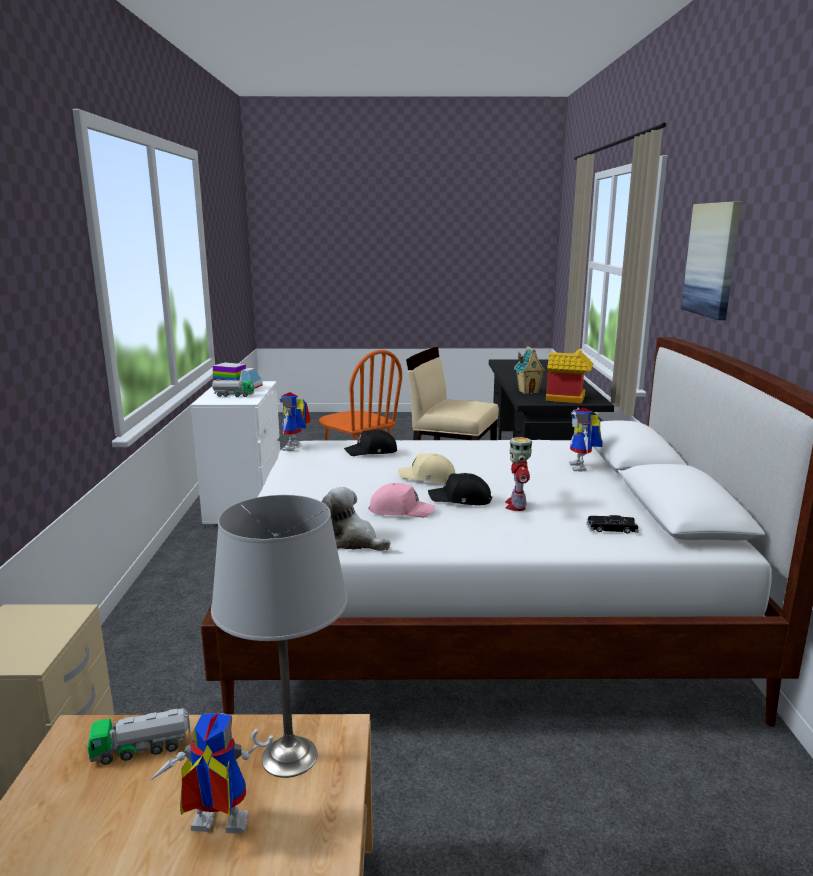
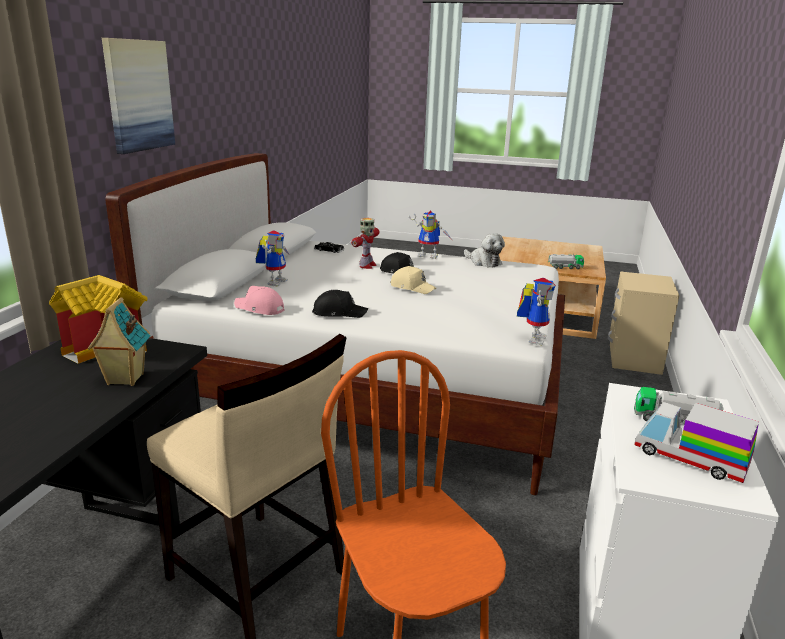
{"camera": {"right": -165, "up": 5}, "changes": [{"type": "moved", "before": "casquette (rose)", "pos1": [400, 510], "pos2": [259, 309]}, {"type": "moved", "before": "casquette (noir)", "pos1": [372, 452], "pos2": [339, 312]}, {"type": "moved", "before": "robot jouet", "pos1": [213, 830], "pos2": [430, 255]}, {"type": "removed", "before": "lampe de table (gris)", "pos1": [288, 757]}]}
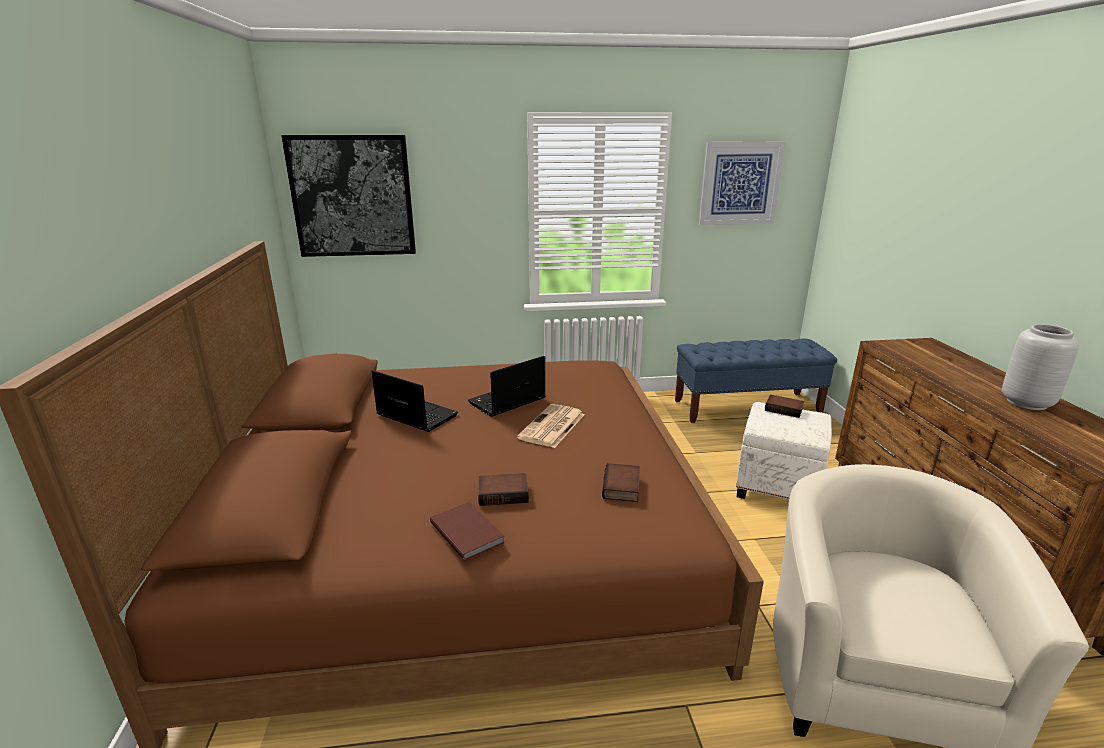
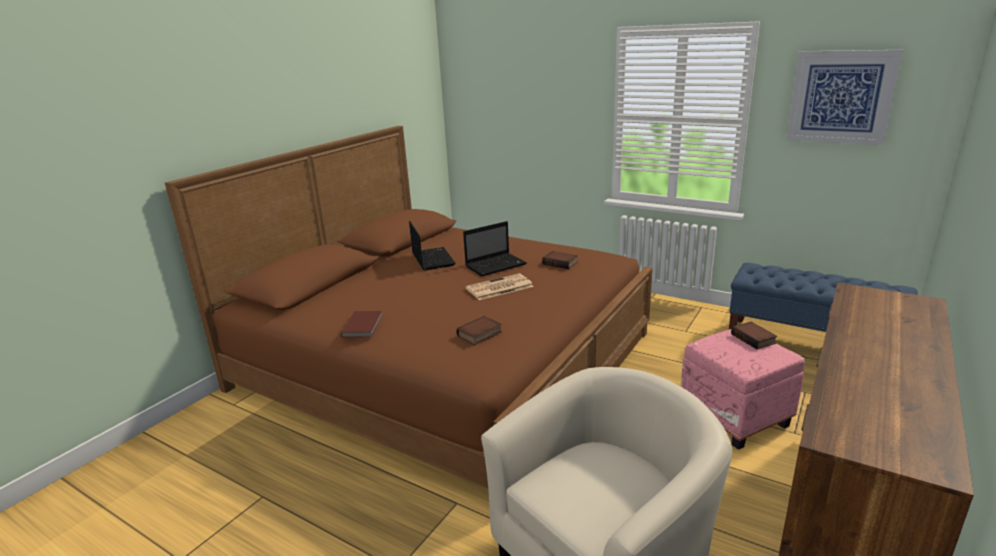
{"camera": {"right": 40, "up": 0}, "changes": [{"type": "turned", "before": "ordinateur portable", "pos1": [506, 402], "pos2": [496, 265], "turn": 150}, {"type": "moved", "before": "livre", "pos1": [504, 493], "pos2": [560, 263]}, {"type": "recoloured", "before": "pouf (blanc)", "after": "pouf (rose)", "pos1": [778, 487], "pos2": [736, 418]}, {"type": "removed", "before": "tableau", "pos1": [352, 196]}, {"type": "removed", "before": "vase (gris)", "pos1": [1025, 403]}]}
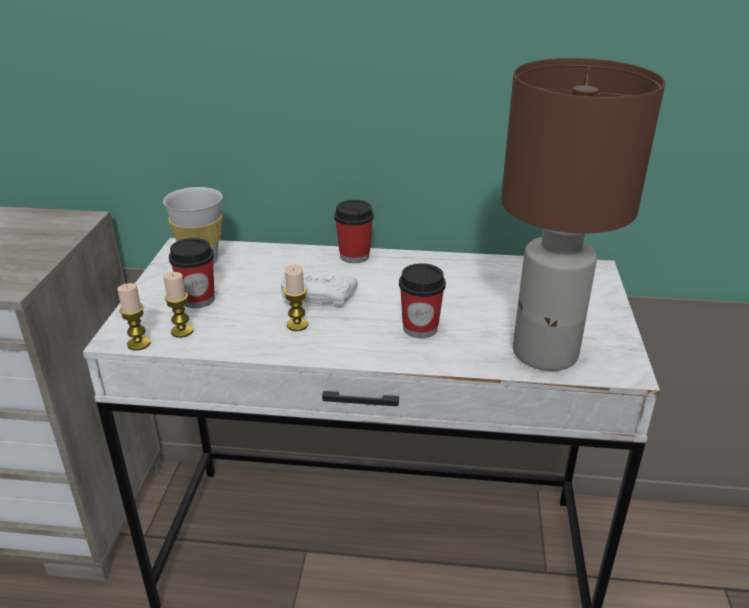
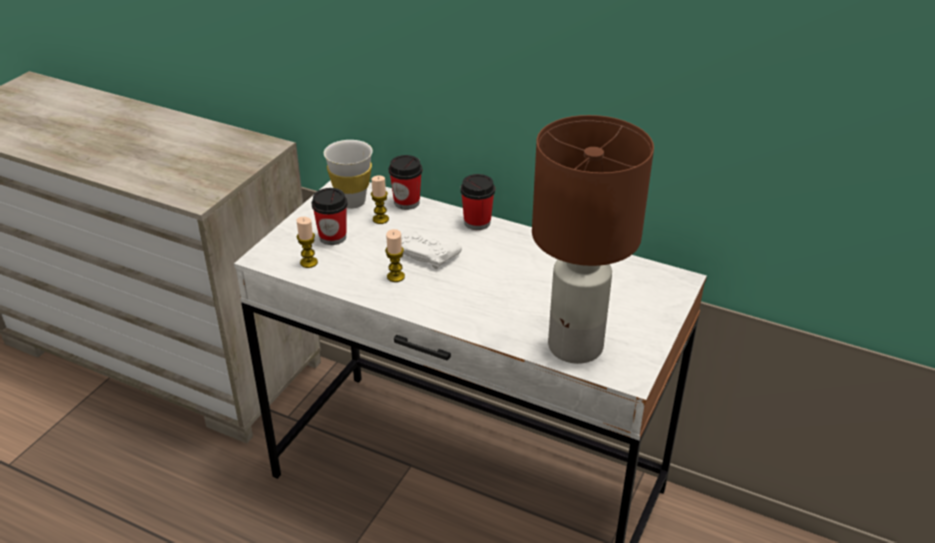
{"camera": {"right": 20, "up": 5}, "changes": [{"type": "moved", "before": "bougie", "pos1": [139, 344], "pos2": [380, 219]}, {"type": "moved", "before": "tasse", "pos1": [420, 328], "pos2": [406, 202]}]}
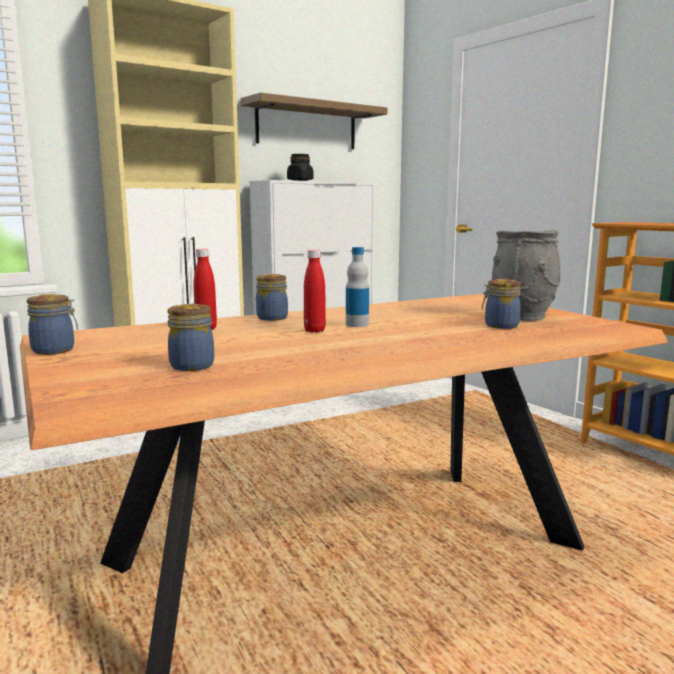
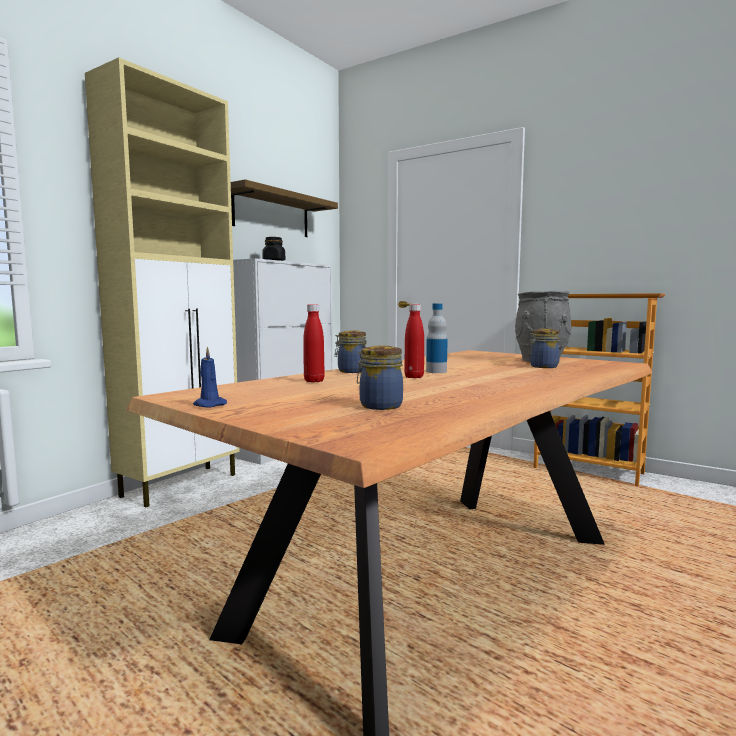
{"camera": {"right": -20, "up": -5}, "changes": [{"type": "replaced", "before": "bocal", "after": "bougie (bleu)", "pos1": [55, 350], "pos2": [208, 405]}]}
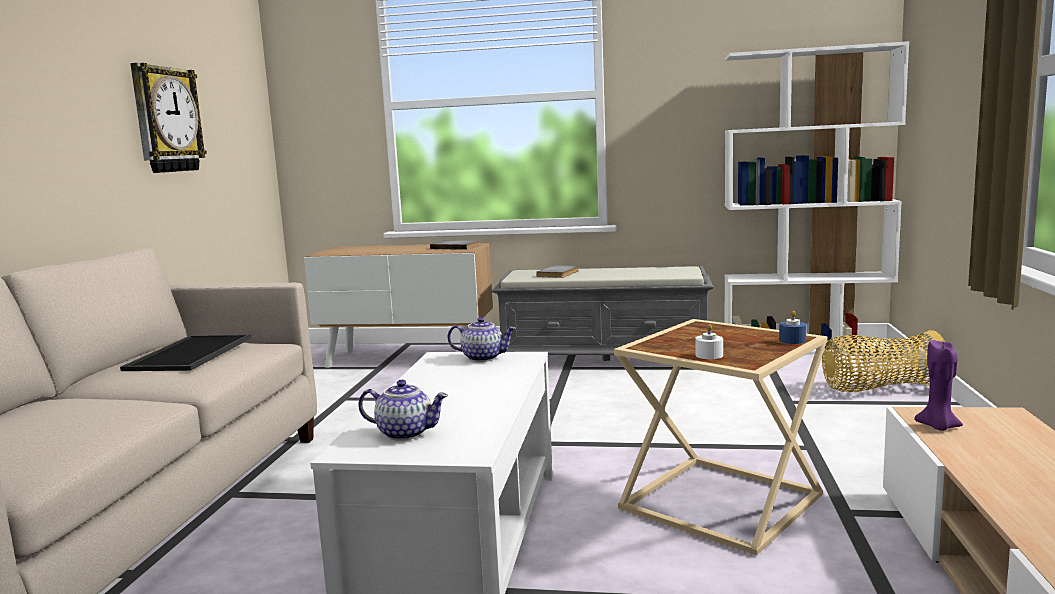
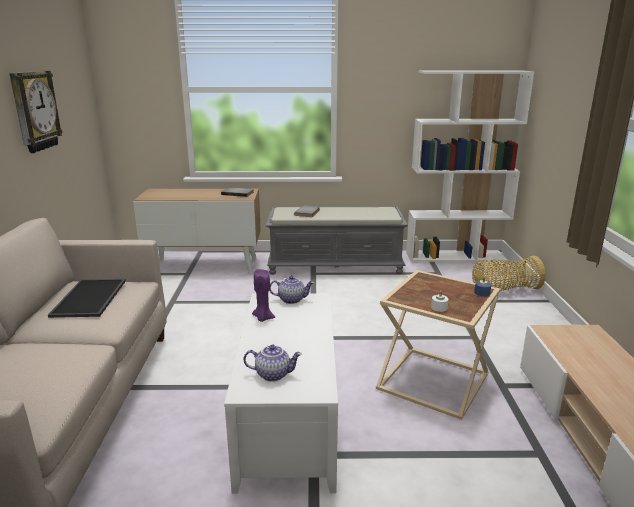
{"camera": {"right": -10, "up": 10}, "changes": [{"type": "moved", "before": "bougie (violet)", "pos1": [938, 427], "pos2": [263, 318]}]}
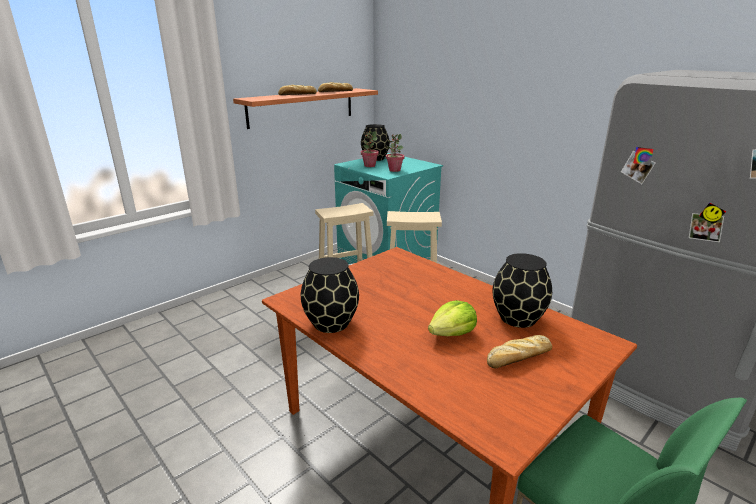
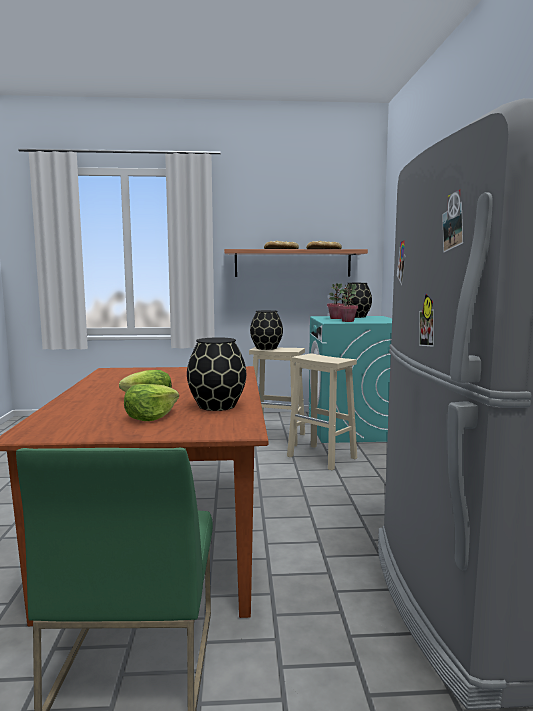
{"camera": {"right": 40, "up": -15}, "changes": [{"type": "replaced", "before": "pain", "after": "laitue", "pos1": [518, 357], "pos2": [150, 417]}, {"type": "moved", "before": "vase (noir)", "pos1": [332, 323], "pos2": [266, 348]}]}
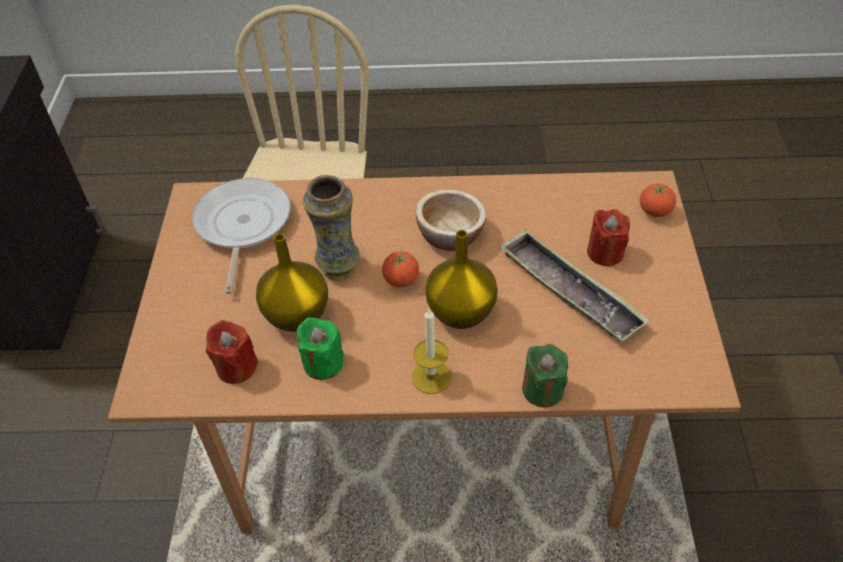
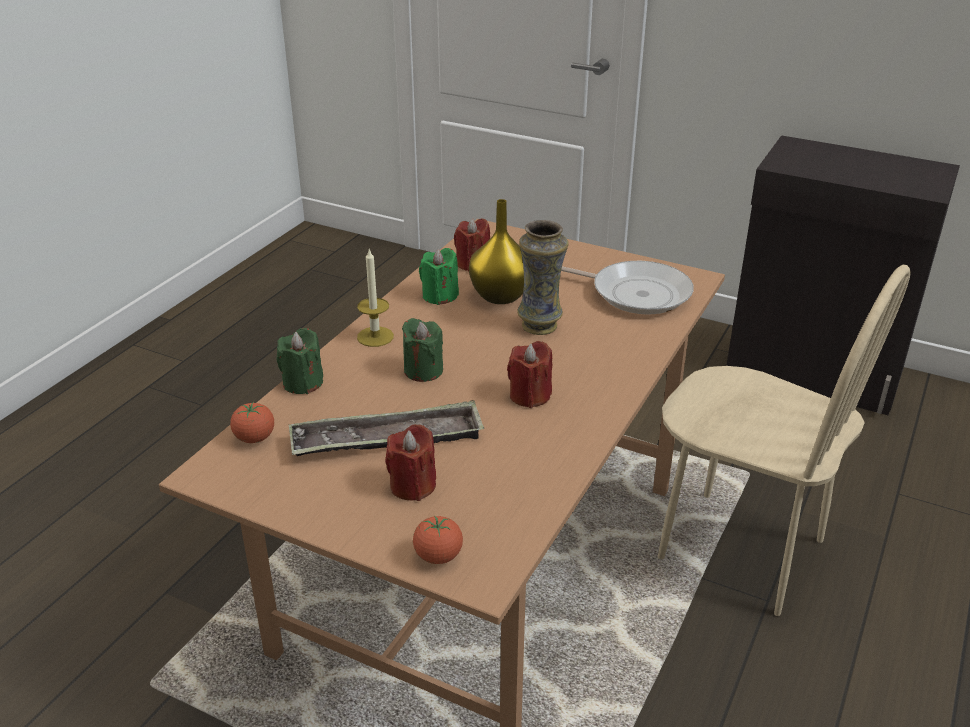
{"camera": {"right": 115, "up": -15}, "changes": [{"type": "moved", "before": "tomate", "pos1": [401, 280], "pos2": [255, 438]}, {"type": "replaced", "before": "vase (jaune)", "after": "bougie (vert)", "pos1": [462, 314], "pos2": [423, 370]}, {"type": "replaced", "before": "bol", "after": "bougie (rouge)", "pos1": [450, 234], "pos2": [530, 395]}]}
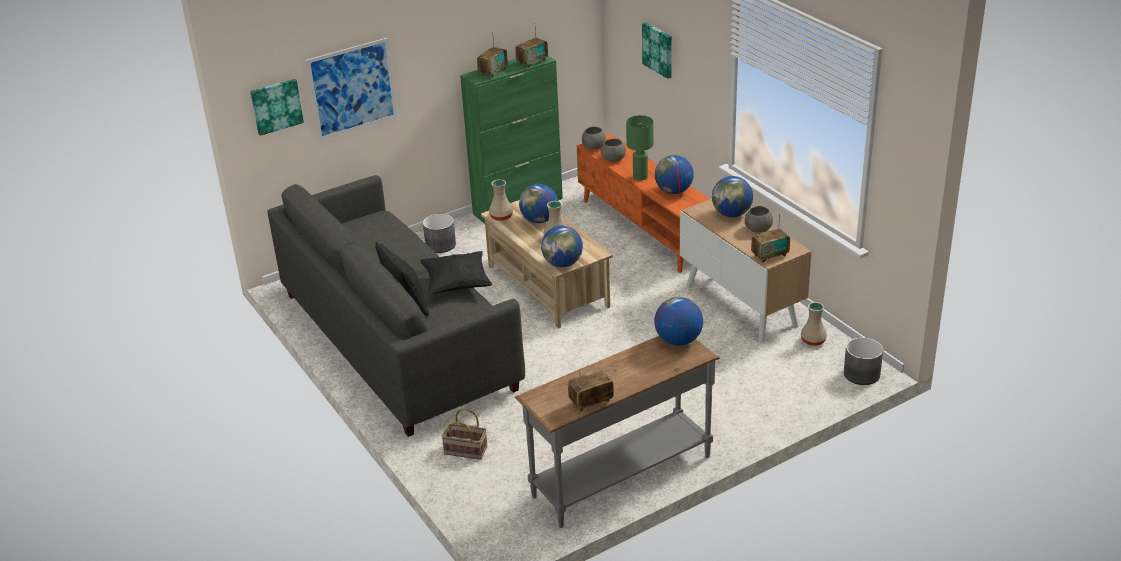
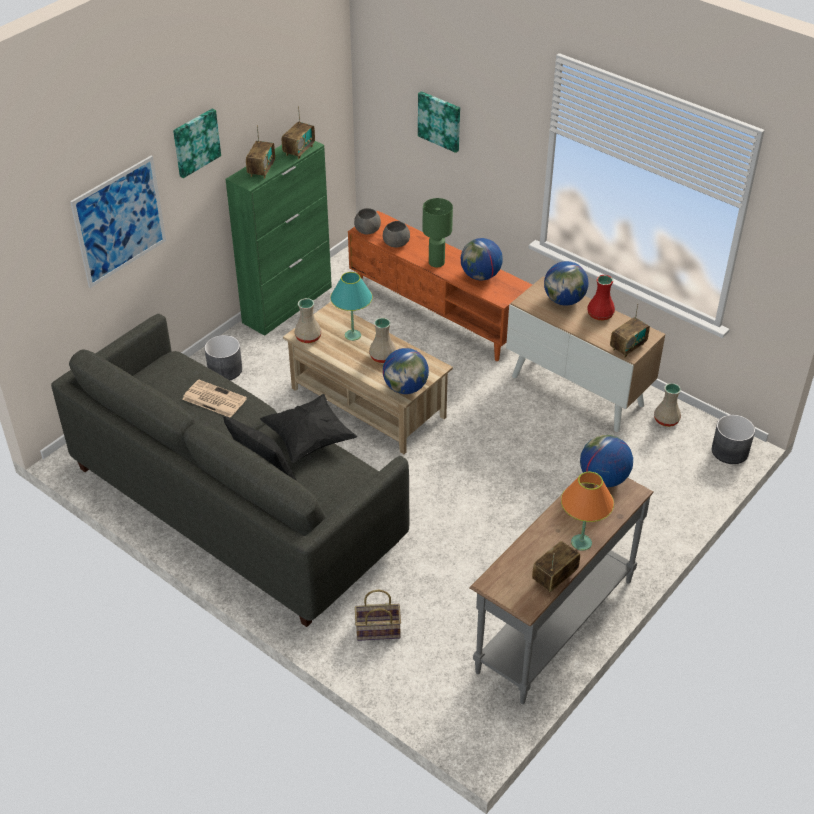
{"camera": {"right": -20, "up": 10}, "changes": [{"type": "moved", "before": "tableau", "pos1": [276, 106], "pos2": [195, 142]}, {"type": "added", "after": "journal", "pos2": [213, 399]}, {"type": "replaced", "before": "globe", "after": "lampe de table (turquoise)", "pos1": [539, 220], "pos2": [353, 335]}, {"type": "added", "after": "lampe de table (orange)", "pos2": [581, 542]}, {"type": "replaced", "before": "bol (gris)", "after": "vase (rouge)", "pos1": [757, 229], "pos2": [599, 315]}]}
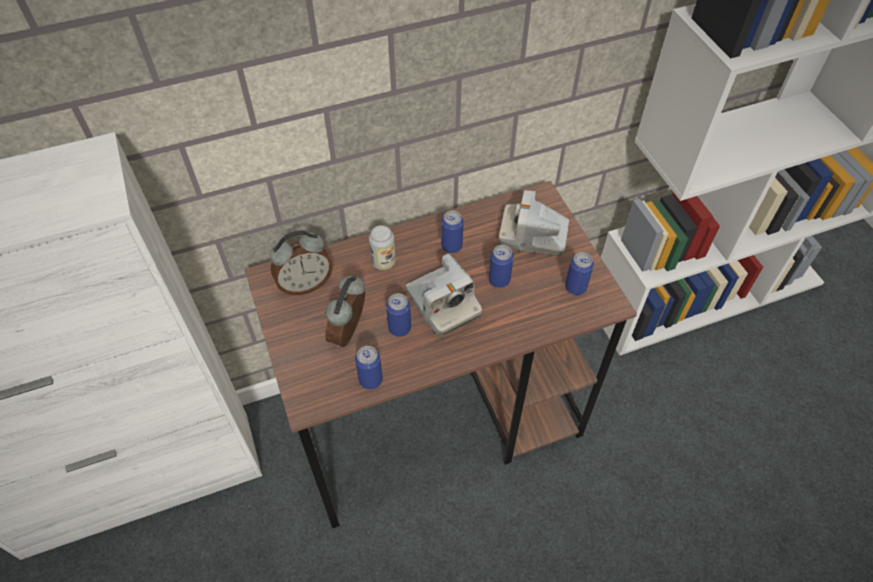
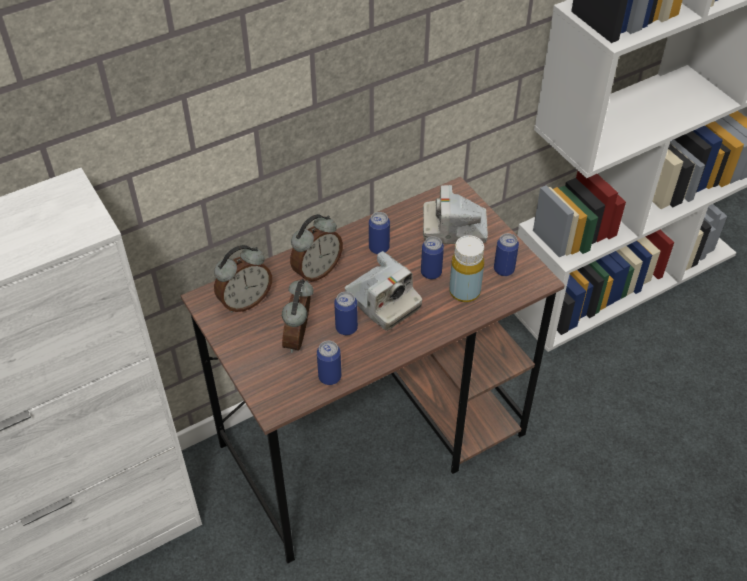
{"camera": {"right": -10, "up": -5}, "changes": [{"type": "replaced", "before": "boîte métallique", "after": "réveil", "pos1": [383, 262], "pos2": [316, 271]}, {"type": "added", "after": "bouteille (jaune)", "pos2": [464, 291]}]}
